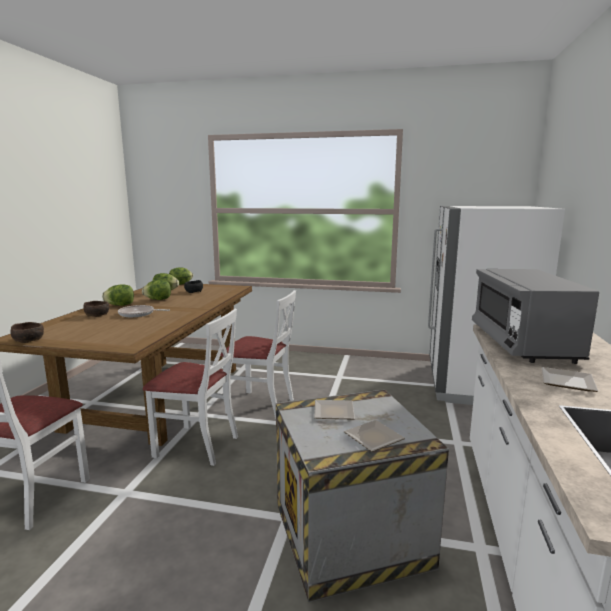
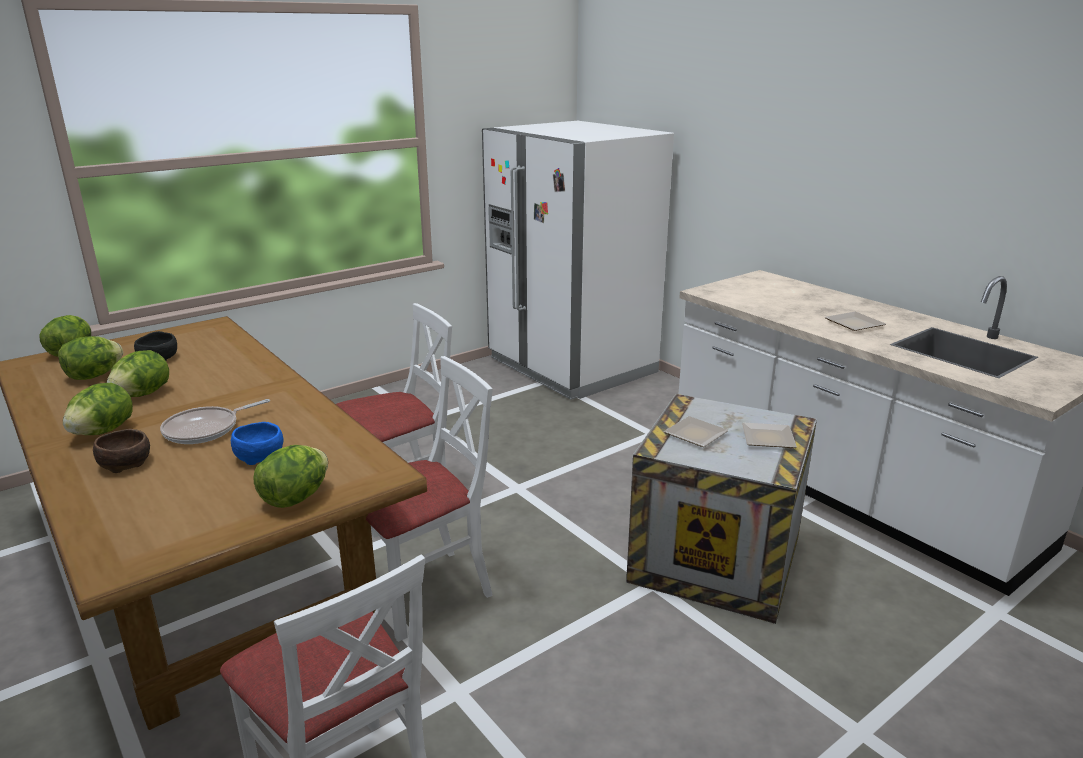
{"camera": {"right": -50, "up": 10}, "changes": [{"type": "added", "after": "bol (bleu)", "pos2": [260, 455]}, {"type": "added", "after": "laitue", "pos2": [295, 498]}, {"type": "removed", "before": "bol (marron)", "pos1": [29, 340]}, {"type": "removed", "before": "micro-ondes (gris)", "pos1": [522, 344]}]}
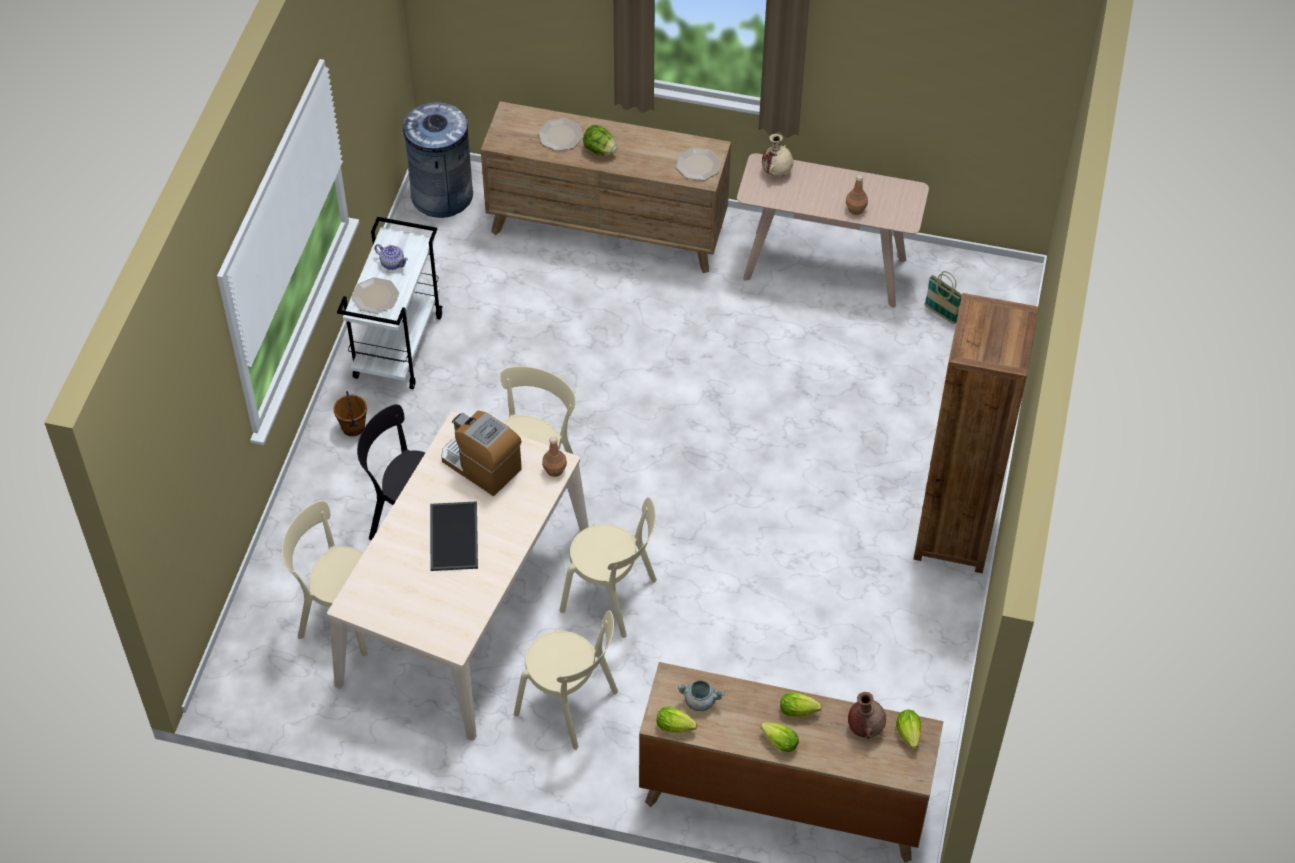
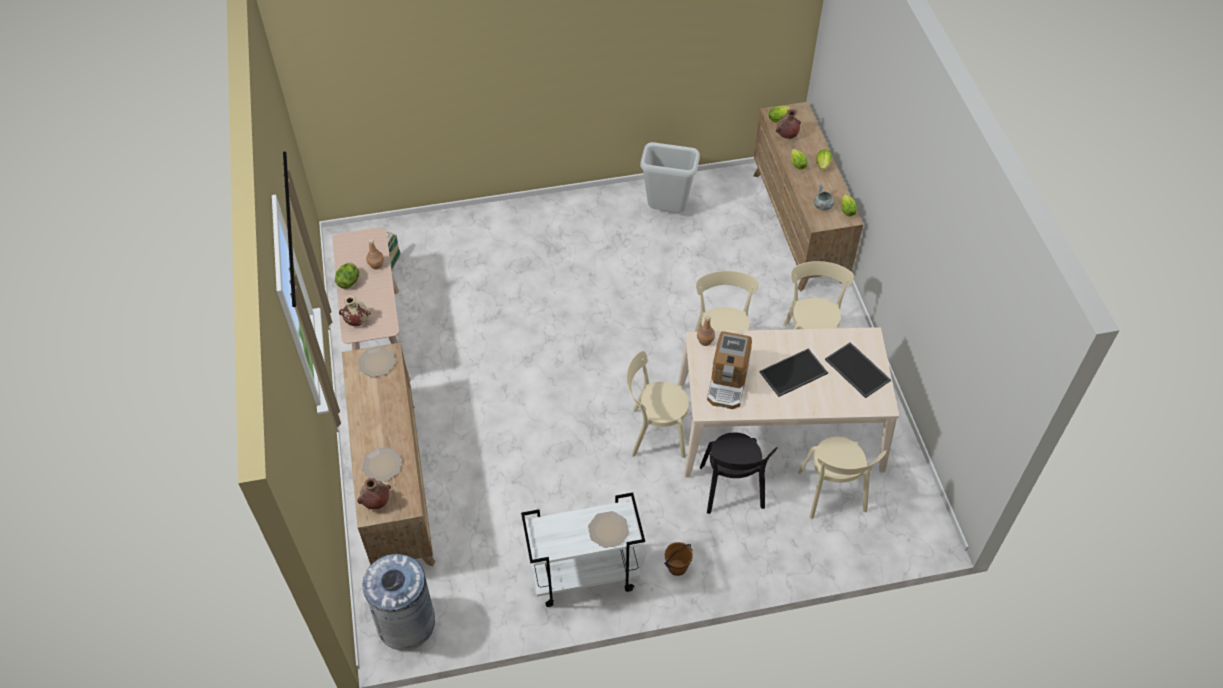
{"camera": {"right": -115, "up": 0}, "changes": [{"type": "moved", "before": "laitue", "pos1": [599, 150], "pos2": [349, 281]}, {"type": "added", "after": "vase (marron)", "pos2": [376, 502]}, {"type": "added", "after": "poubelle (gris)", "pos2": [667, 210]}, {"type": "added", "after": "plateau", "pos2": [858, 370]}, {"type": "removed", "before": "théière", "pos1": [393, 263]}, {"type": "removed", "before": "bibliothèque (marron)", "pos1": [954, 533]}]}
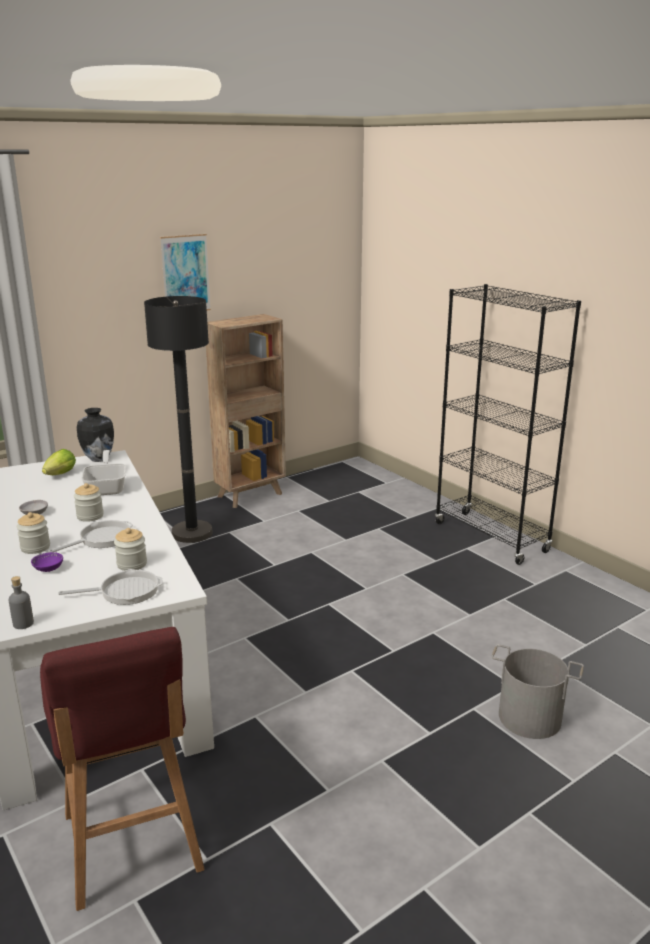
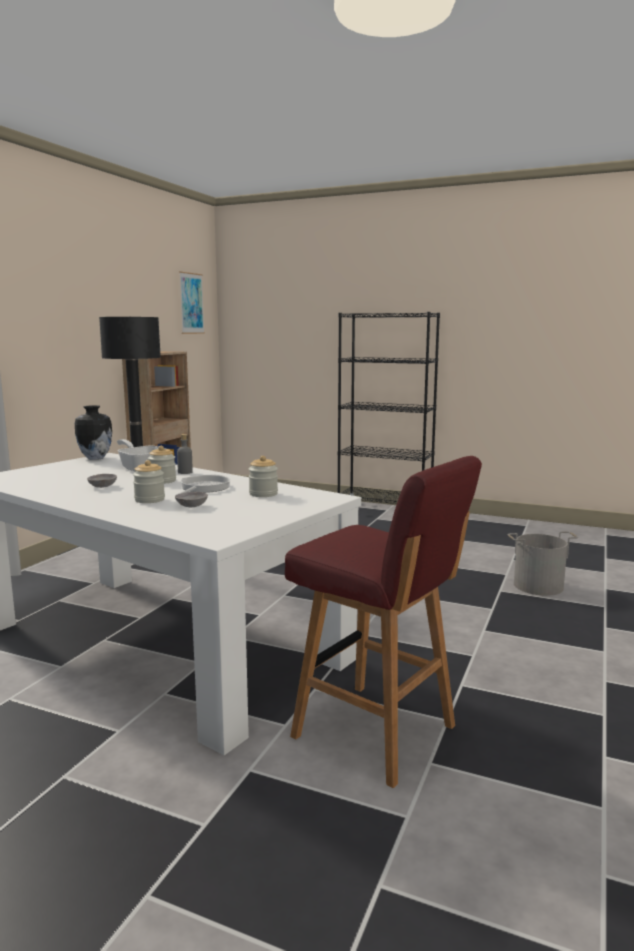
{"camera": {"right": -30, "up": -10}, "changes": [{"type": "recoloured", "before": "bol (violet)", "after": "bol (gris)", "pos1": [48, 569], "pos2": [191, 506]}, {"type": "moved", "before": "bouteille (gris)", "pos1": [23, 623], "pos2": [185, 472]}, {"type": "moved", "before": "tableau", "pos1": [185, 274], "pos2": [191, 303]}, {"type": "removed", "before": "laitue", "pos1": [59, 475]}, {"type": "removed", "before": "poêle", "pos1": [125, 591]}]}
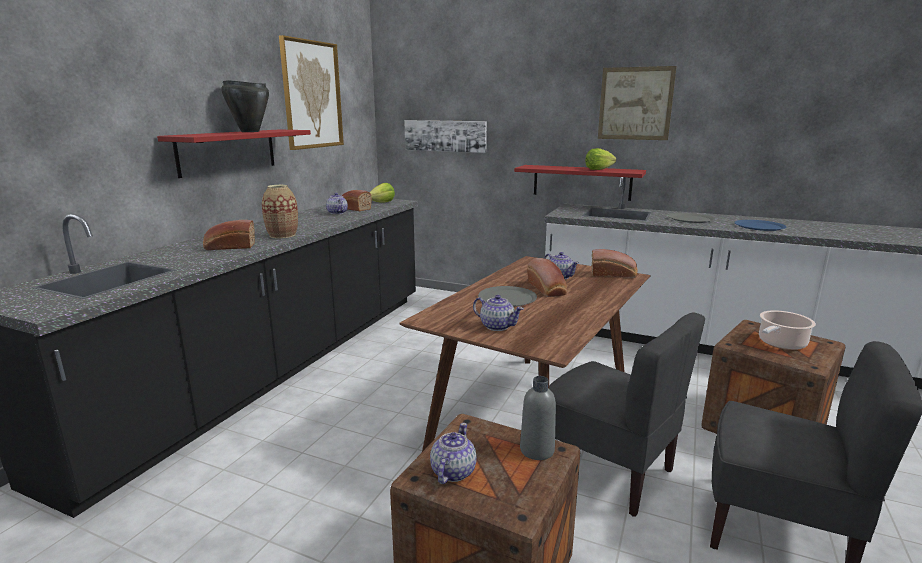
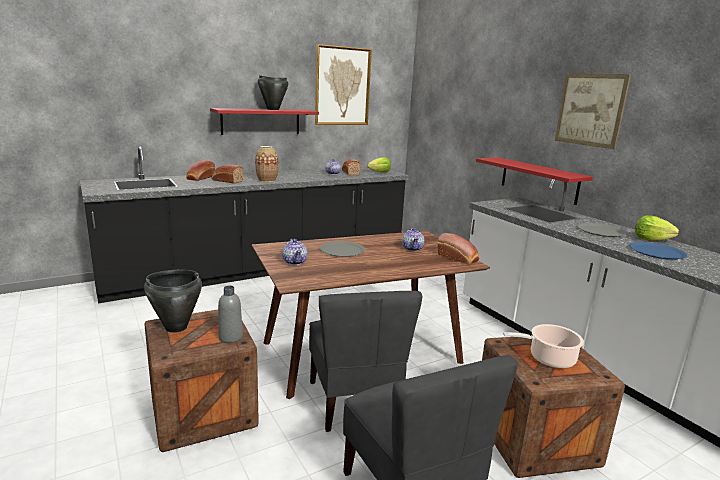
{"camera": {"right": 35, "up": 0}, "changes": [{"type": "replaced", "before": "théière", "after": "marmite (noir)", "pos1": [452, 472], "pos2": [176, 327]}, {"type": "moved", "before": "pain", "pos1": [547, 289], "pos2": [200, 178]}, {"type": "moved", "before": "laitue", "pos1": [598, 169], "pos2": [651, 239]}, {"type": "removed", "before": "tableau", "pos1": [445, 136]}]}
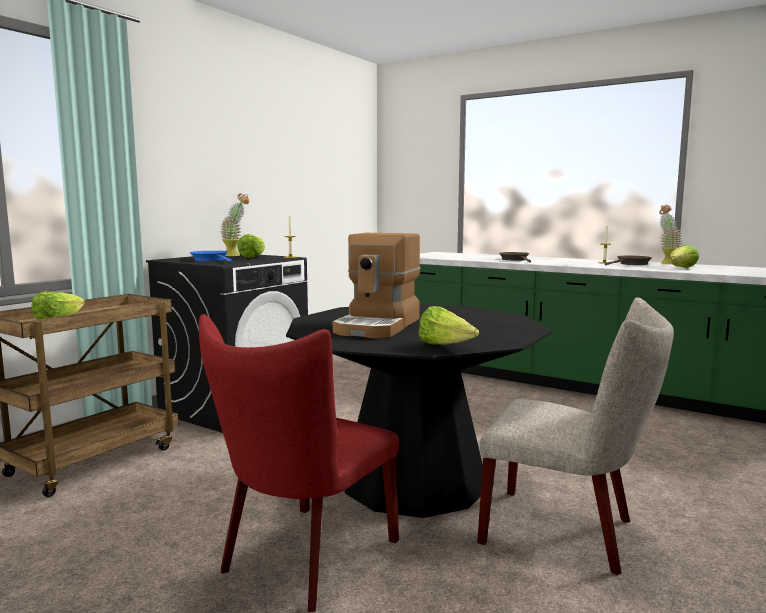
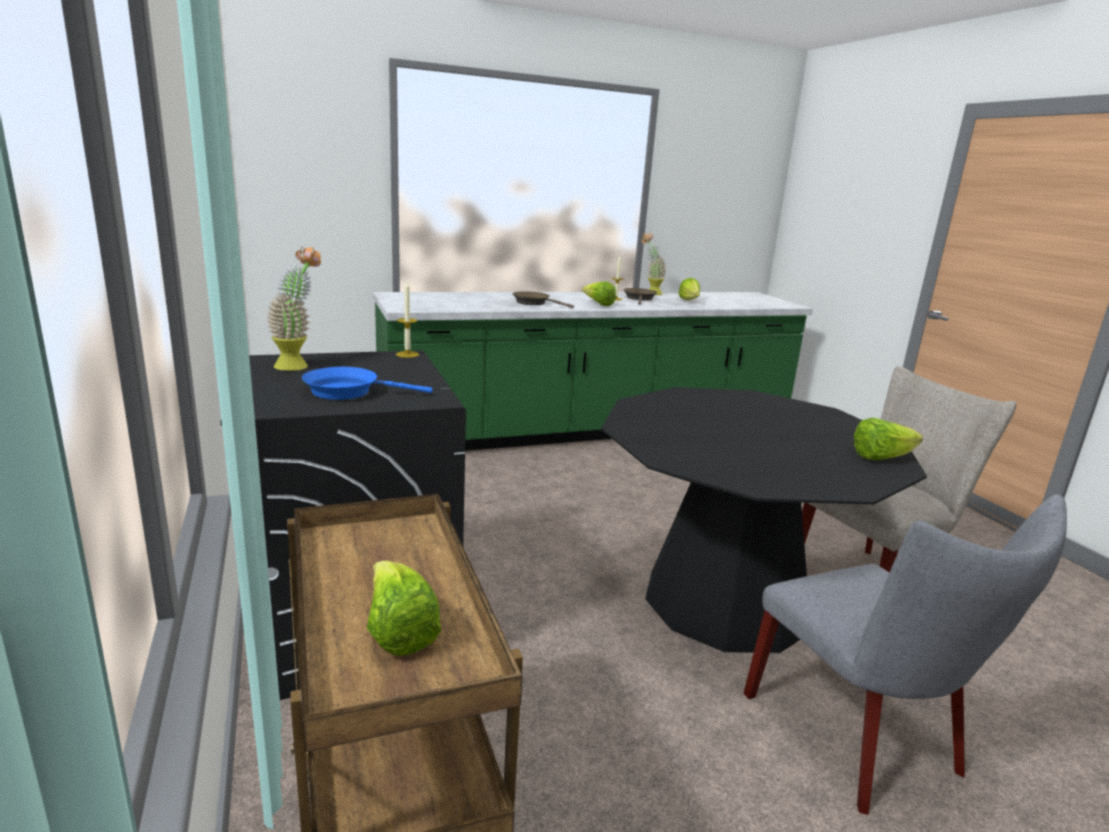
{"camera": {"right": -55, "up": 10}, "changes": [{"type": "moved", "before": "laitue", "pos1": [253, 257], "pos2": [598, 304]}, {"type": "recoloured", "before": "chaise (rouge)", "after": "chaise (gris)", "pos1": [303, 560], "pos2": [861, 740]}, {"type": "removed", "before": "machine à café", "pos1": [379, 326]}]}
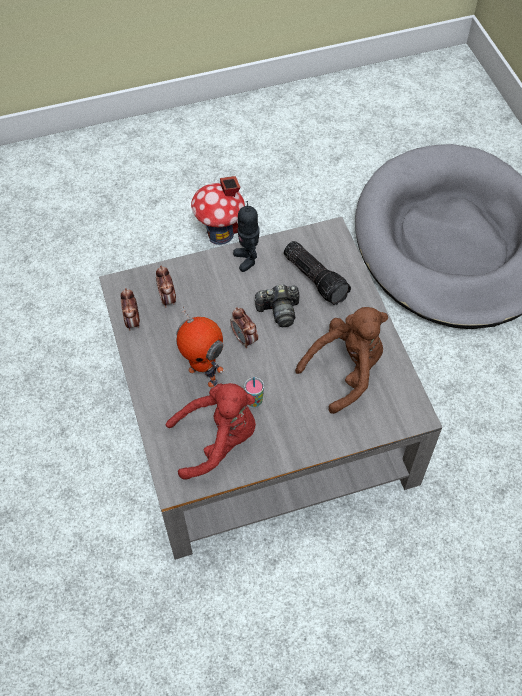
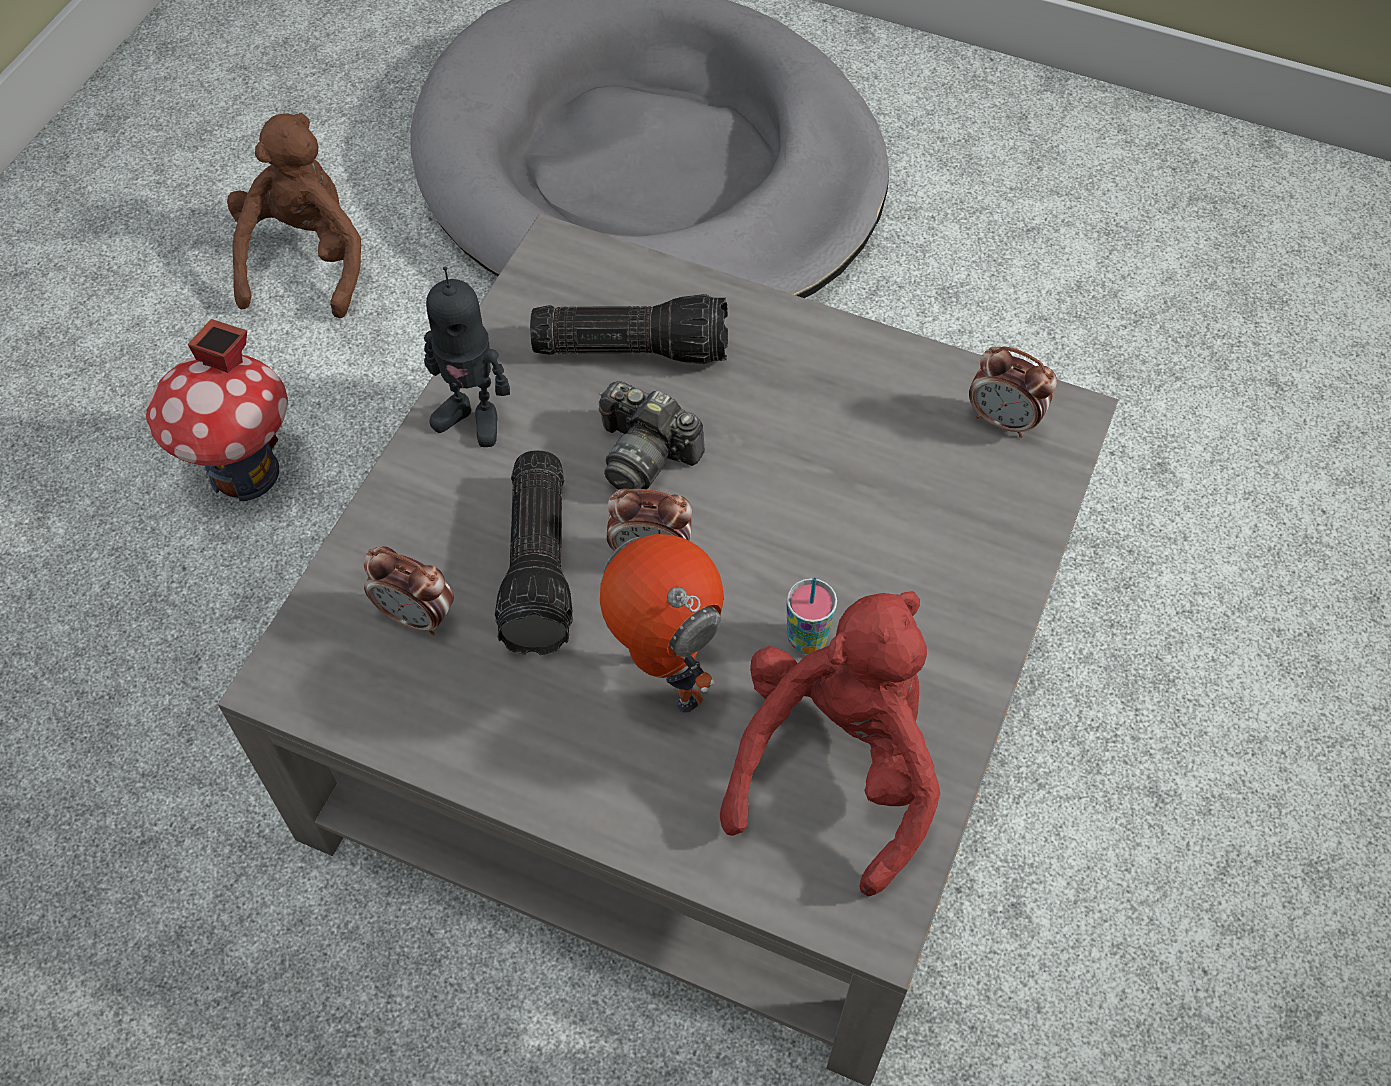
{"camera": {"right": -50, "up": 0}, "changes": [{"type": "moved", "before": "peluche (marron)", "pos1": [346, 371], "pos2": [306, 260]}, {"type": "added", "after": "lampe de poche", "pos2": [542, 567]}, {"type": "turned", "before": "appareil photo", "pos1": [279, 311], "pos2": [645, 454], "turn": 90}, {"type": "turned", "before": "robot jouet", "pos1": [204, 374], "pos2": [663, 680], "turn": -120}, {"type": "moved", "before": "réveil", "pos1": [132, 321], "pos2": [1003, 421]}]}
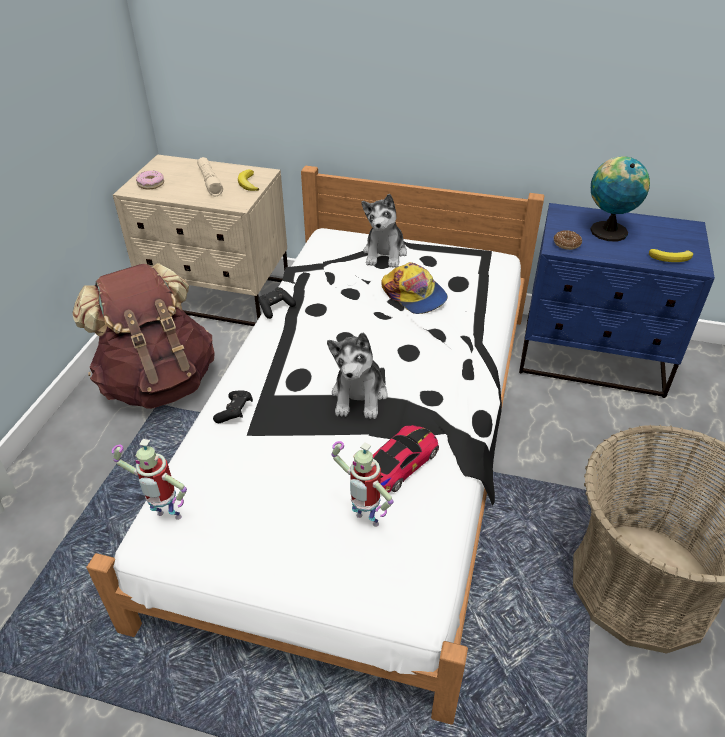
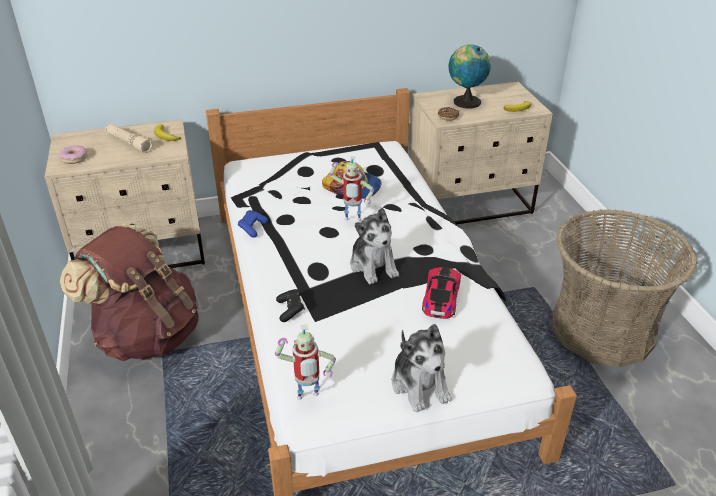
{"camera": {"right": -30, "up": -5}, "changes": [{"type": "recoloured", "before": "manette (noir)", "after": "manette (bleu)", "pos1": [276, 308], "pos2": [252, 228]}, {"type": "moved", "before": "robot jouet", "pos1": [364, 522], "pos2": [352, 220]}, {"type": "moved", "before": "peluche", "pos1": [385, 253], "pos2": [420, 385]}, {"type": "recoloured", "before": "table de chevet (bleu)", "after": "table de chevet (beige)", "pos1": [593, 358], "pos2": [470, 203]}]}
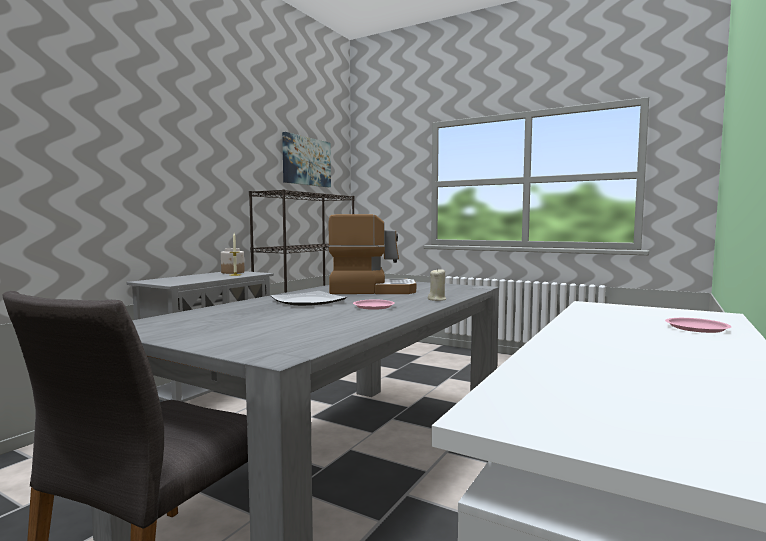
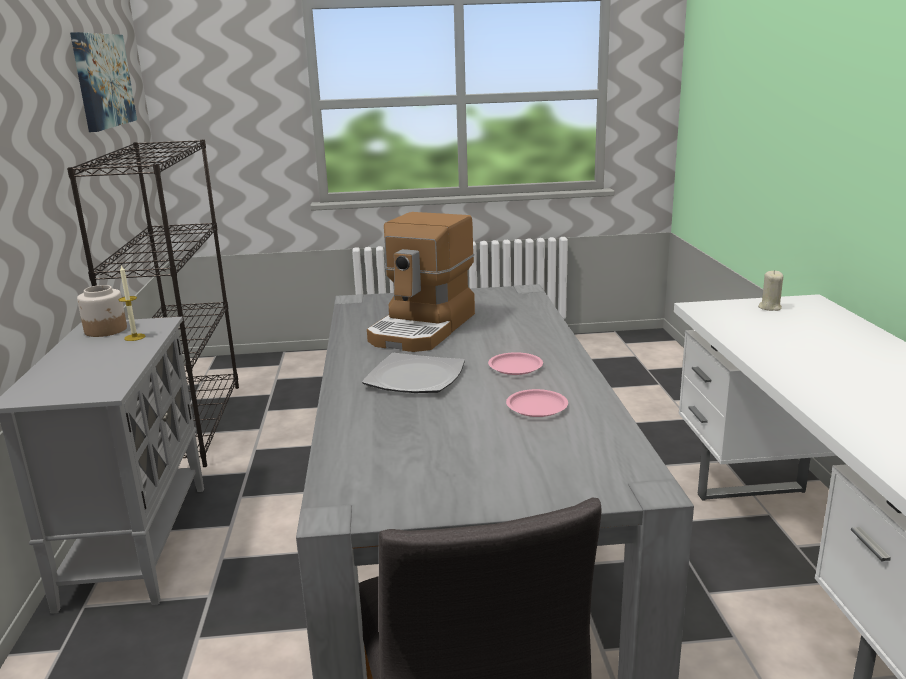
{"camera": {"right": -35, "up": 15}, "changes": [{"type": "turned", "before": "machine à café", "pos1": [371, 290], "pos2": [424, 328], "turn": 150}, {"type": "moved", "before": "assiette (rose)", "pos1": [697, 328], "pos2": [537, 407]}, {"type": "moved", "before": "bougie (beige)", "pos1": [437, 299], "pos2": [769, 307]}]}
